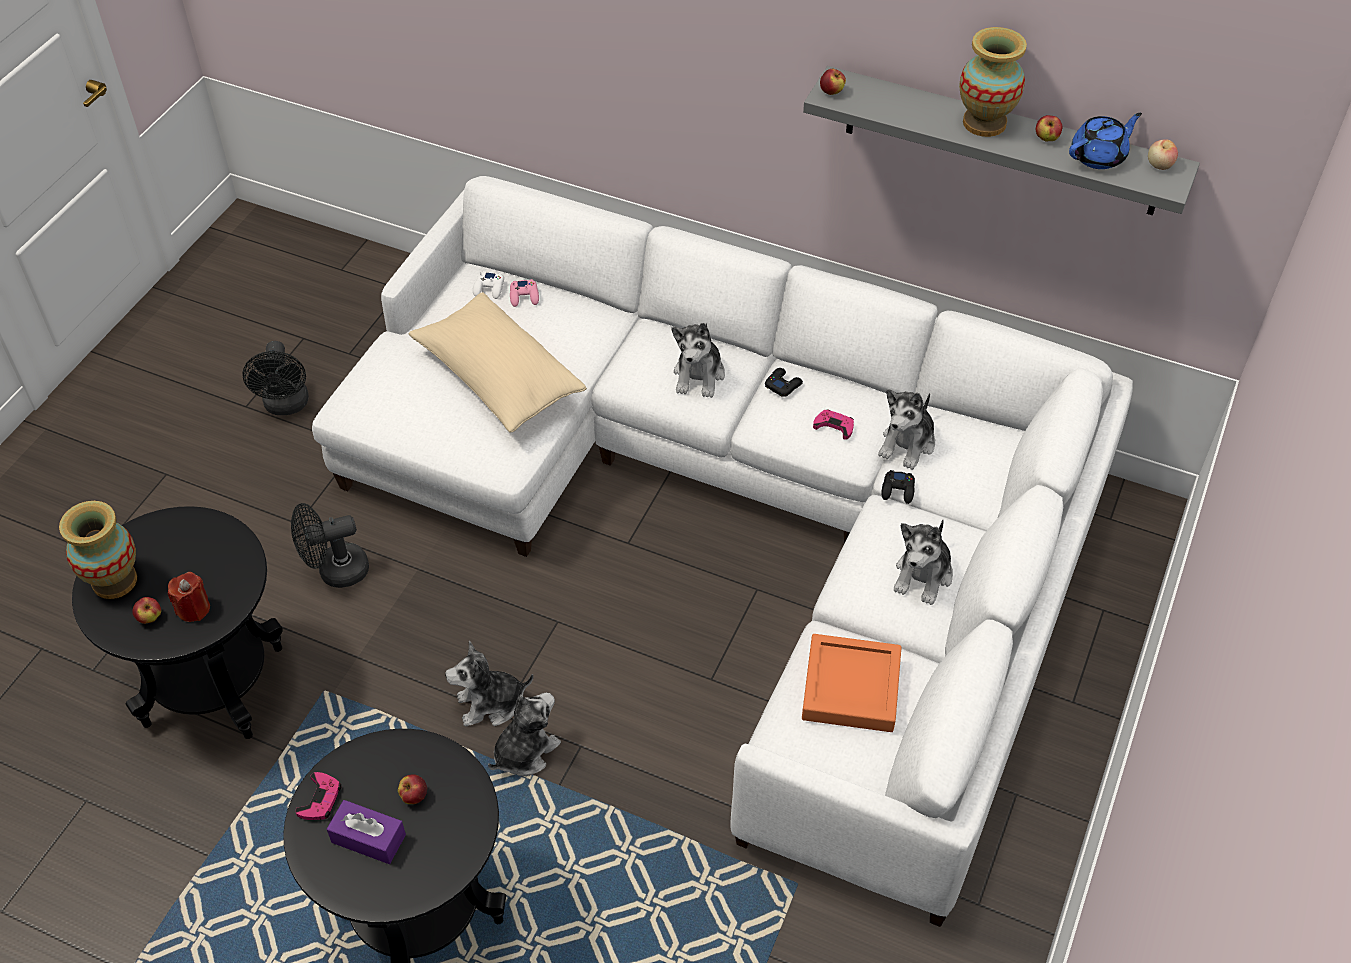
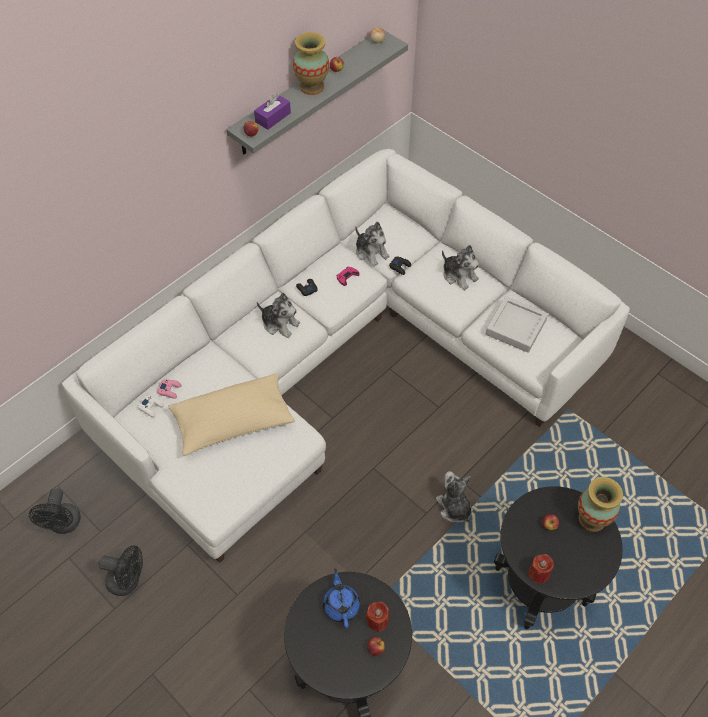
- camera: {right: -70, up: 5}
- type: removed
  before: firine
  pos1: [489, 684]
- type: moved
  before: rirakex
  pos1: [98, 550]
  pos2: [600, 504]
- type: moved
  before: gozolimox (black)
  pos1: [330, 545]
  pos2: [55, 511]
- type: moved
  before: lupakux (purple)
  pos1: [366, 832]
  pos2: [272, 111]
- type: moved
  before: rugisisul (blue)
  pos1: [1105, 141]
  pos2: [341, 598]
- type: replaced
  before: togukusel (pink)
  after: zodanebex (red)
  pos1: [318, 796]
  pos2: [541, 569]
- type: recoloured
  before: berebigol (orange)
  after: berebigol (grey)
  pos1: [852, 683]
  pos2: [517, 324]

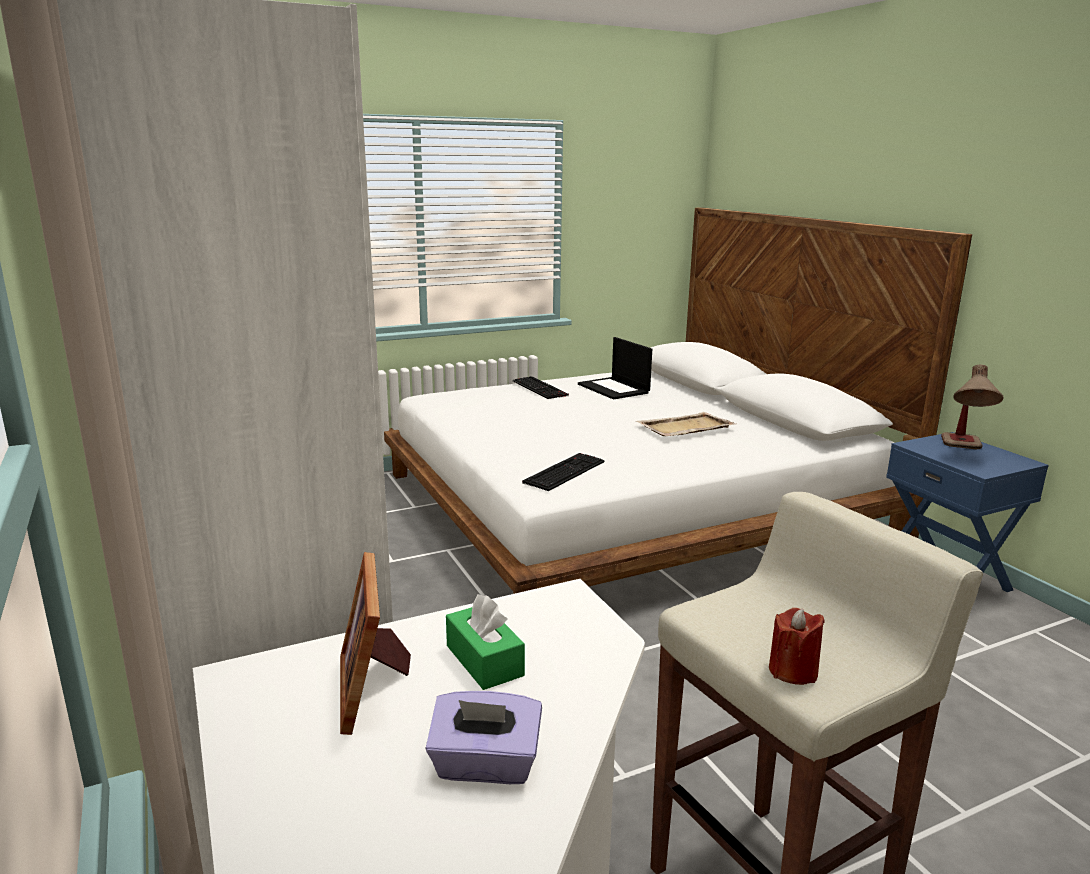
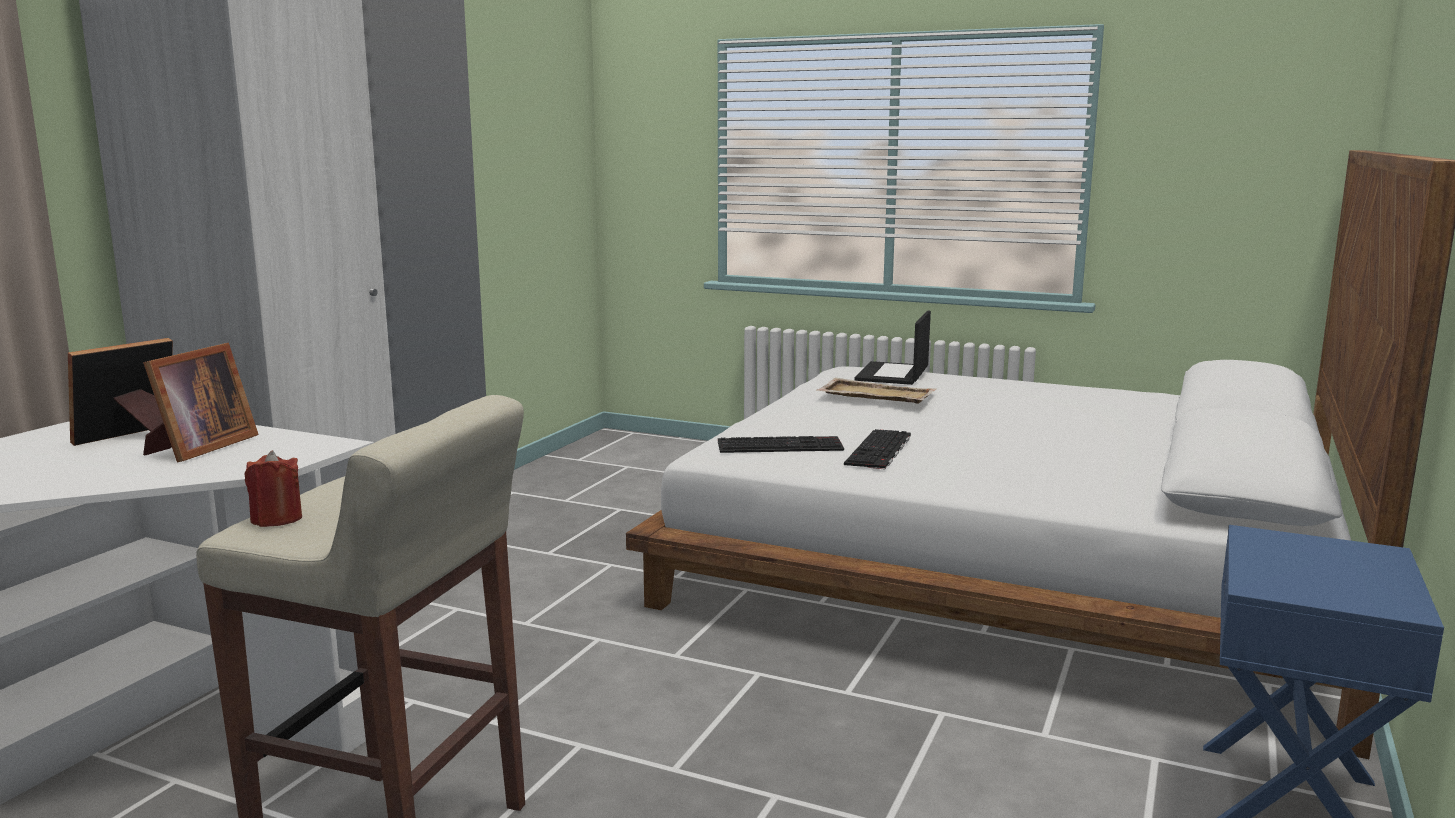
- camera: {right: 50, up: -5}
- type: removed
  before: lupakux (purple)
  pos1: [483, 737]
- type: removed
  before: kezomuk
  pos1: [972, 407]
- type: moved
  before: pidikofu
  pos1: [541, 387]
  pos2: [877, 449]
- type: moved
  before: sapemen
  pos1: [615, 368]
  pos2: [893, 347]
- type: moved
  before: berebigol (beige)
  pos1: [686, 424]
  pos2: [876, 391]
- type: replaced
  before: lupakux (green)
  after: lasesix
  pos1: [485, 642]
  pos2: [201, 402]

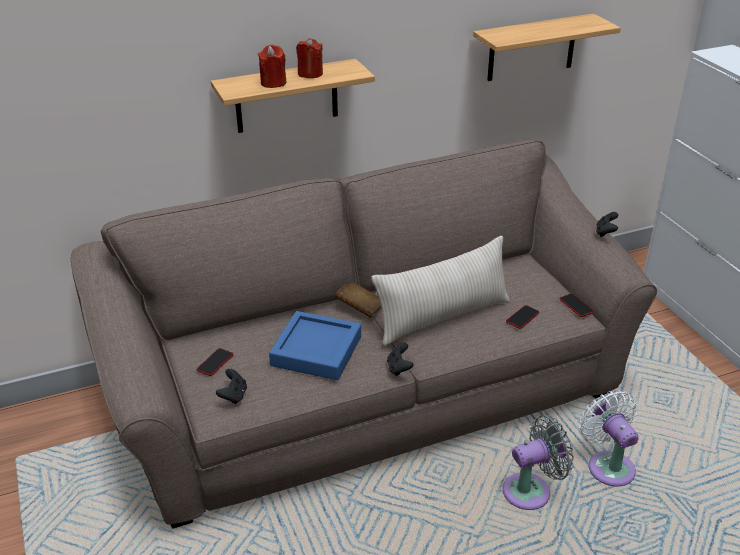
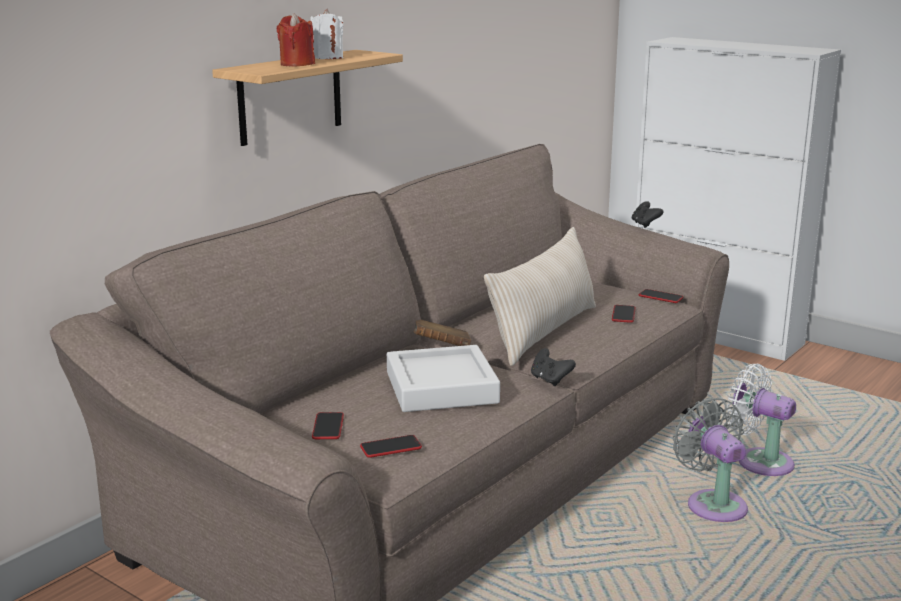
- camera: {right: -30, up: -15}
- type: removed
  before: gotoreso
  pos1: [547, 47]
- type: replaced
  before: togukusel (black)
  after: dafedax
  pos1: [231, 386]
  pos2: [391, 446]
- type: recoloured
  before: berebigol (blue)
  after: berebigol (grey)
  pos1: [315, 345]
  pos2: [443, 378]
- type: recoloured
  before: zodanebex (red)
  after: zodanebex (white)
  pos1: [309, 58]
  pos2: [326, 34]
- type: turned
  before: gozolimox (grey)
  pos1: [538, 462]
  pos2: [710, 460]
  turn: -60

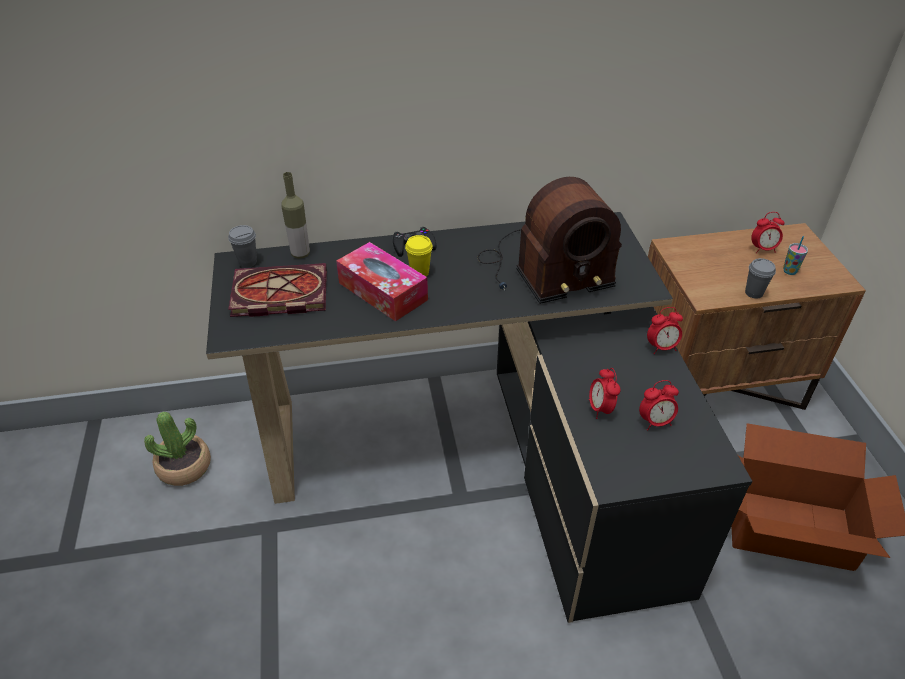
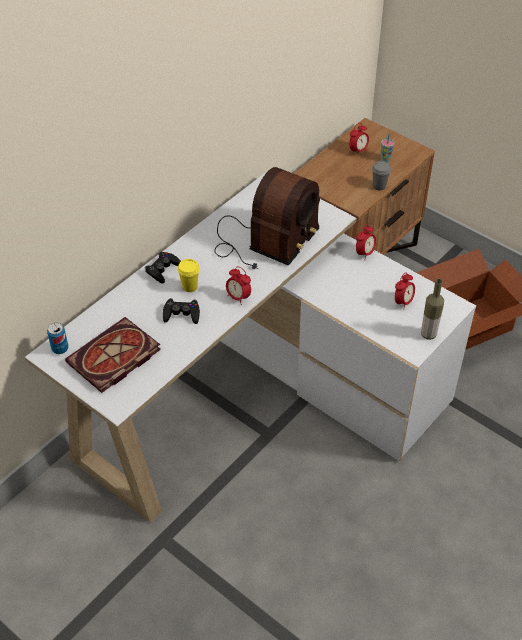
- camera: {right: -40, up: 5}
- type: removed
  before: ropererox
  pos1: [177, 449]
- type: moved
  before: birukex
  pos1: [295, 215]
  pos2: [432, 309]
- type: moved
  before: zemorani
  pos1: [605, 393]
  pos2: [238, 285]
- type: replaced
  before: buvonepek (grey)
  after: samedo
  pos1: [242, 246]
  pos2: [57, 338]
- type: replaced
  before: lupakux
  after: togukusel (black)
  pos1: [382, 281]
  pos2: [181, 311]
- type: recoloured
  before: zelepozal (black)
  after: zelepozal (white)
  pos1: [479, 417]
  pos2: [250, 347]

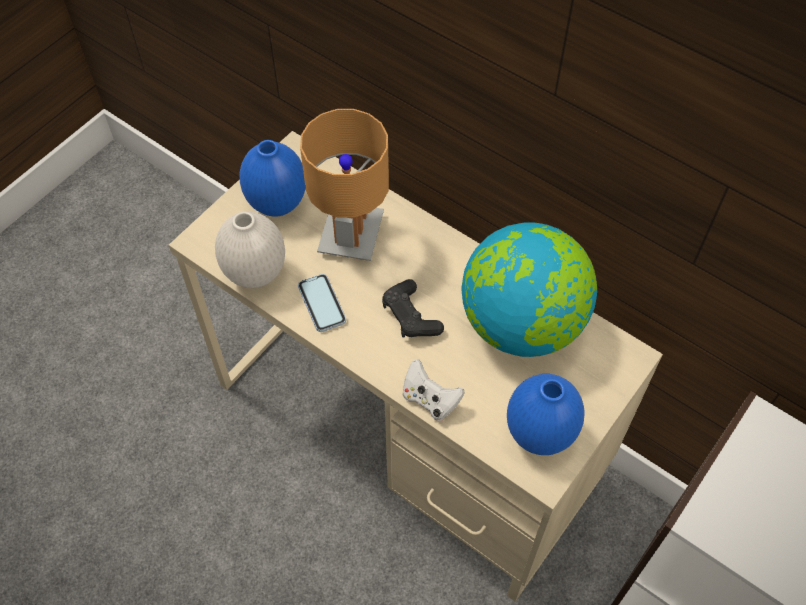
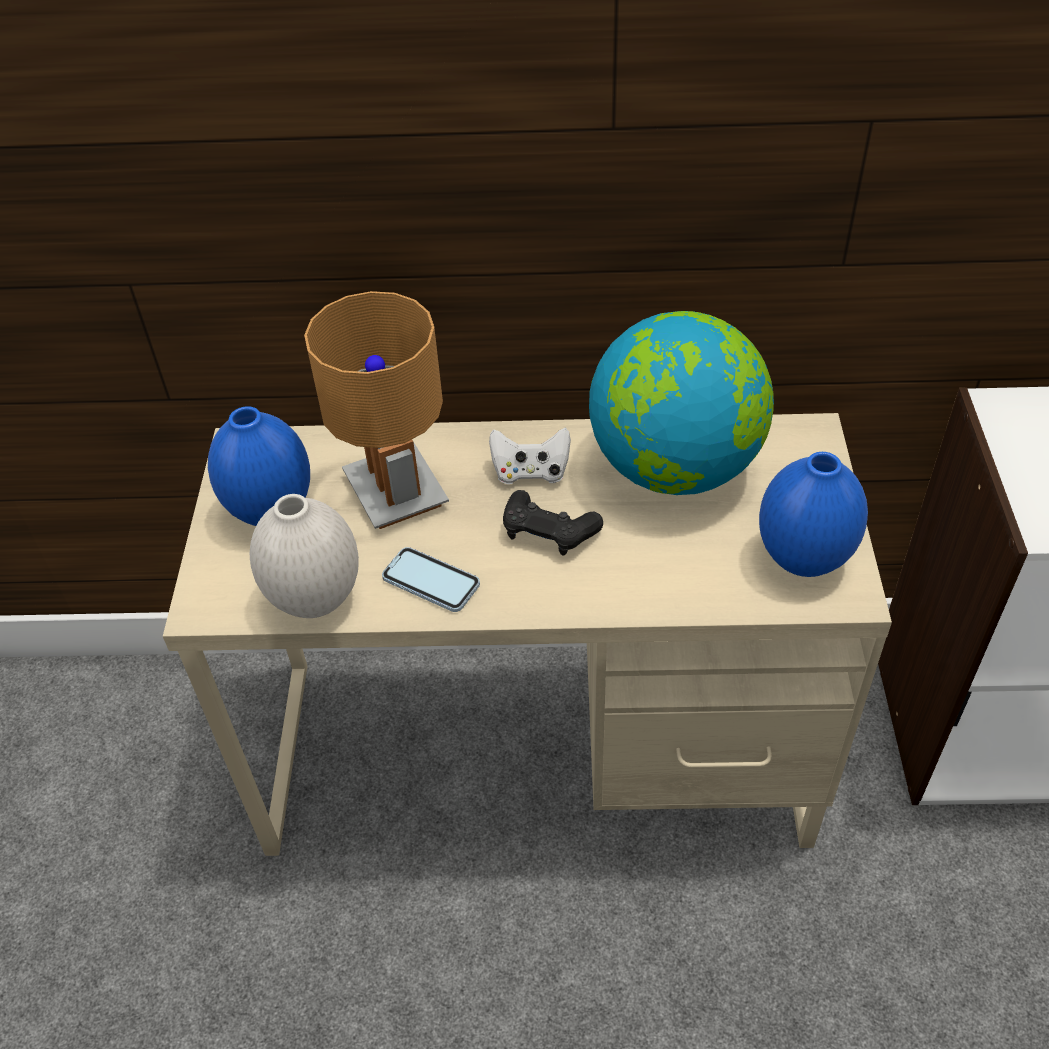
- camera: {right: -35, up: -10}
- type: moved
  before: togukusel (white)
  pos1: [434, 390]
  pos2: [530, 456]

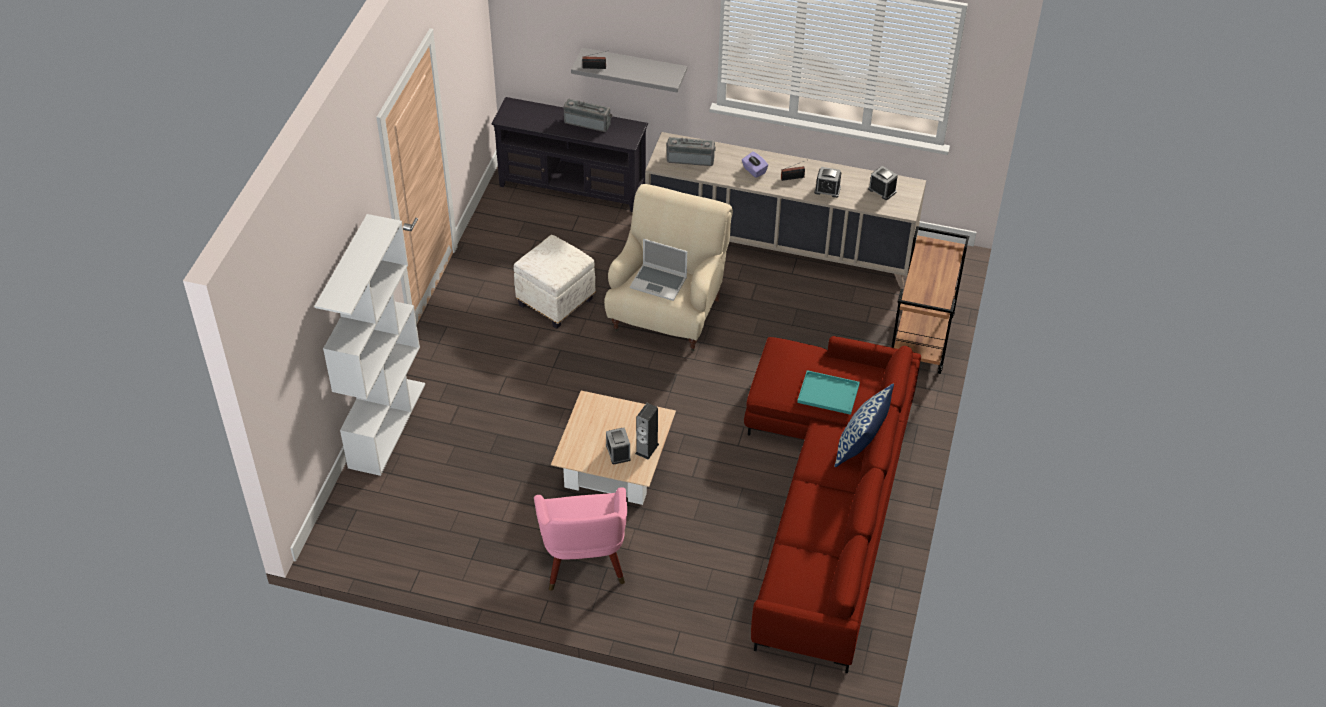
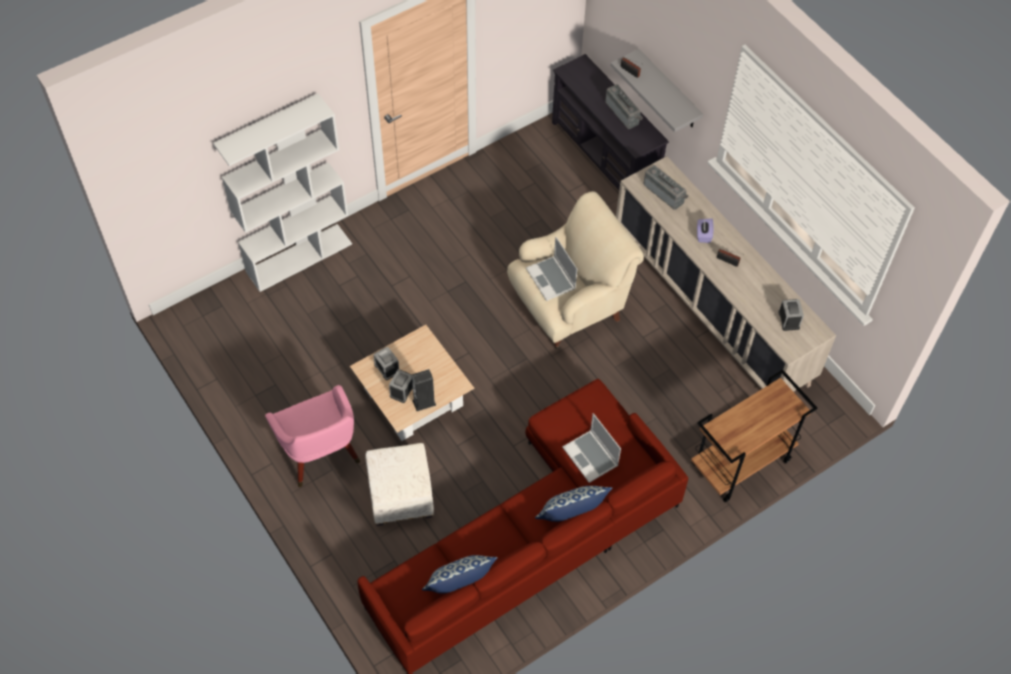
- camera: {right: 40, up: 10}
- type: added
  after: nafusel
  pos2: [459, 574]
- type: moved
  before: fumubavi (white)
  pos1: [554, 282]
  pos2: [399, 484]
- type: moved
  before: zemorani
  pos1: [827, 182]
  pos2: [386, 363]
- type: replaced
  before: berebigol (turquoise)
  after: sapemen
  pos1: [828, 392]
  pos2: [591, 448]
- type: turned
  before: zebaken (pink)
  pos1: [580, 539]
  pos2: [312, 436]
  turn: -60

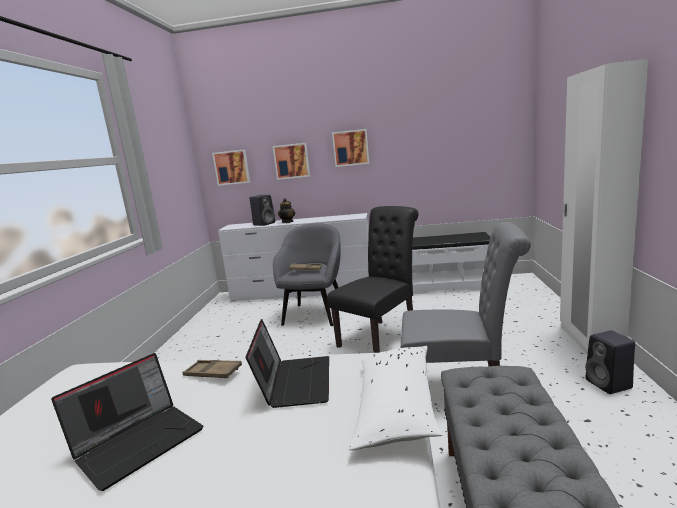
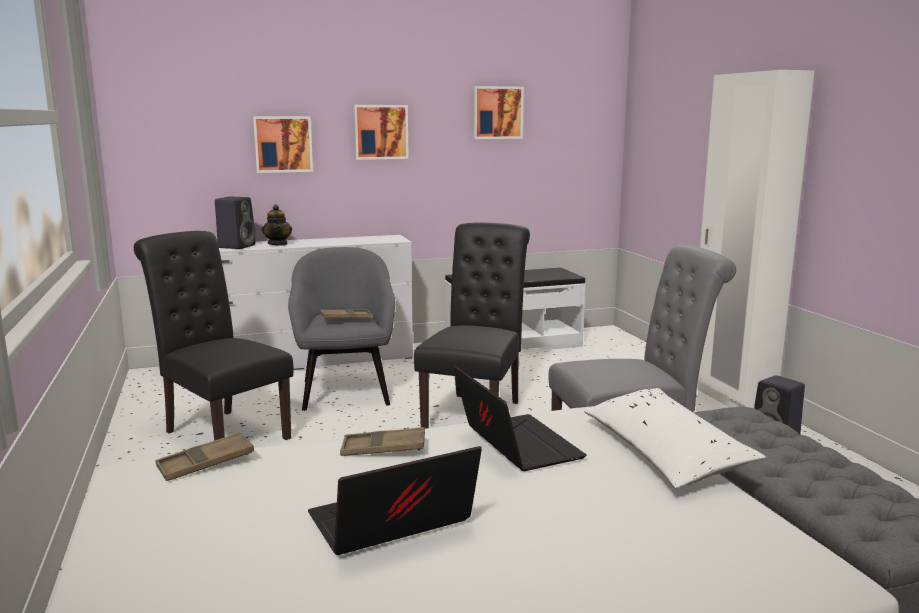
- camera: {right: -25, up: 0}
- type: added
  after: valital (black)
  pos2: [214, 336]
- type: added
  after: berebigol (brown)
  pos2: [204, 456]
- type: moved
  before: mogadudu
  pos1: [231, 167]
  pos2: [498, 112]
- type: turned
  before: sapemen
  pos1: [127, 422]
  pos2: [395, 500]
  turn: -135

